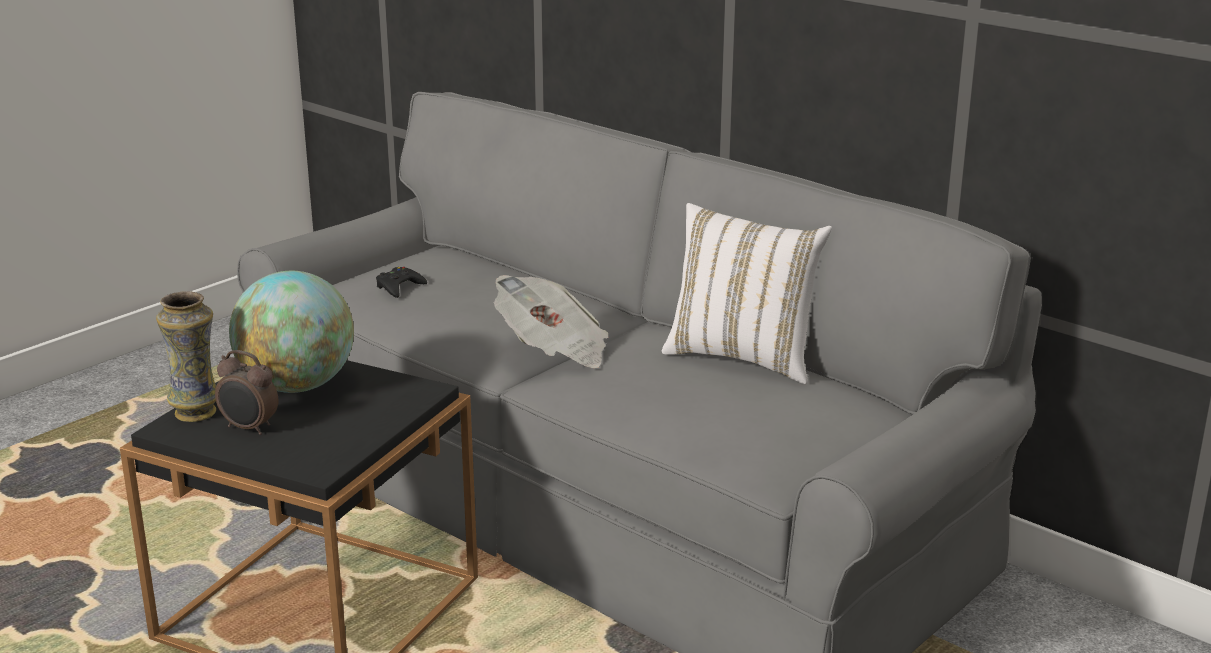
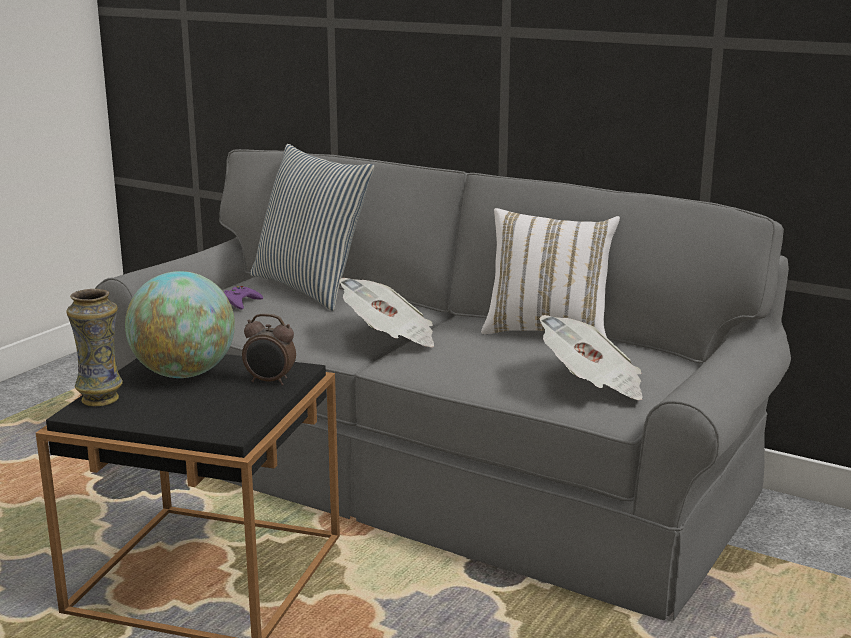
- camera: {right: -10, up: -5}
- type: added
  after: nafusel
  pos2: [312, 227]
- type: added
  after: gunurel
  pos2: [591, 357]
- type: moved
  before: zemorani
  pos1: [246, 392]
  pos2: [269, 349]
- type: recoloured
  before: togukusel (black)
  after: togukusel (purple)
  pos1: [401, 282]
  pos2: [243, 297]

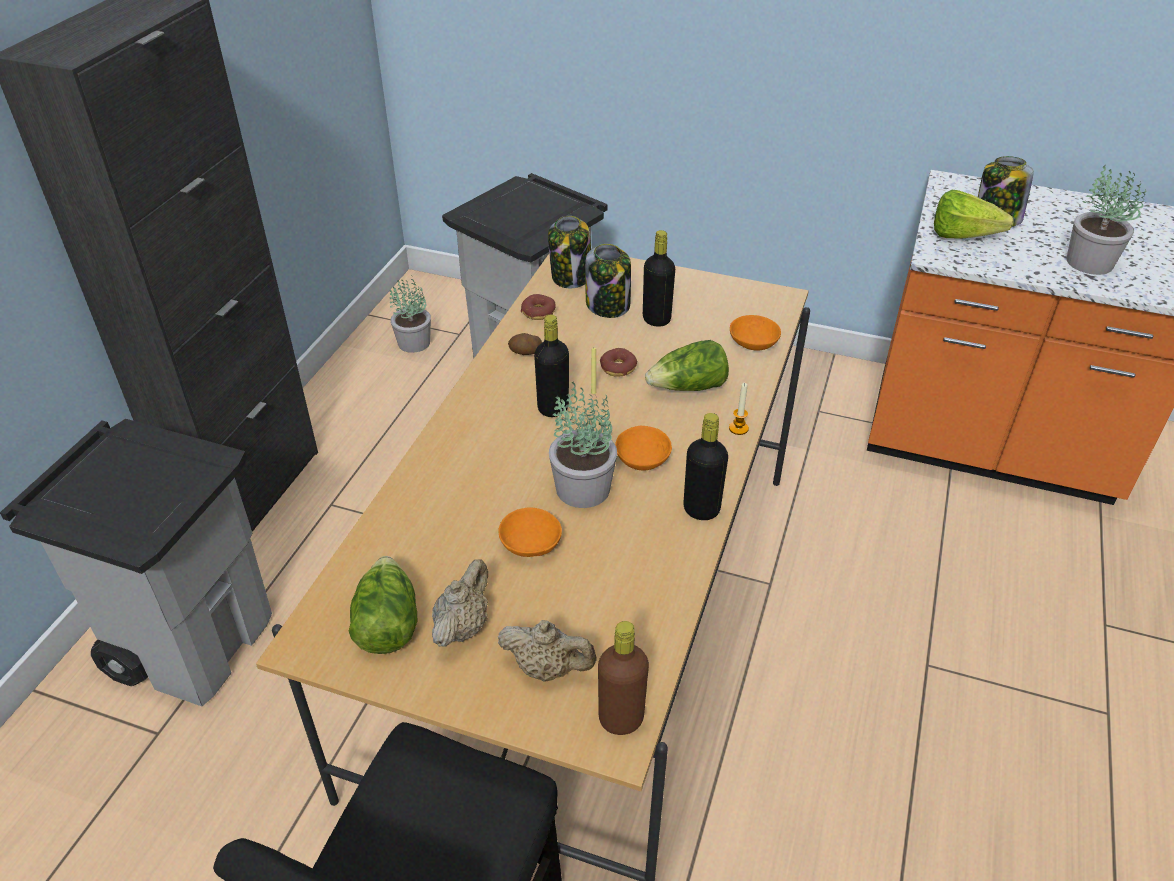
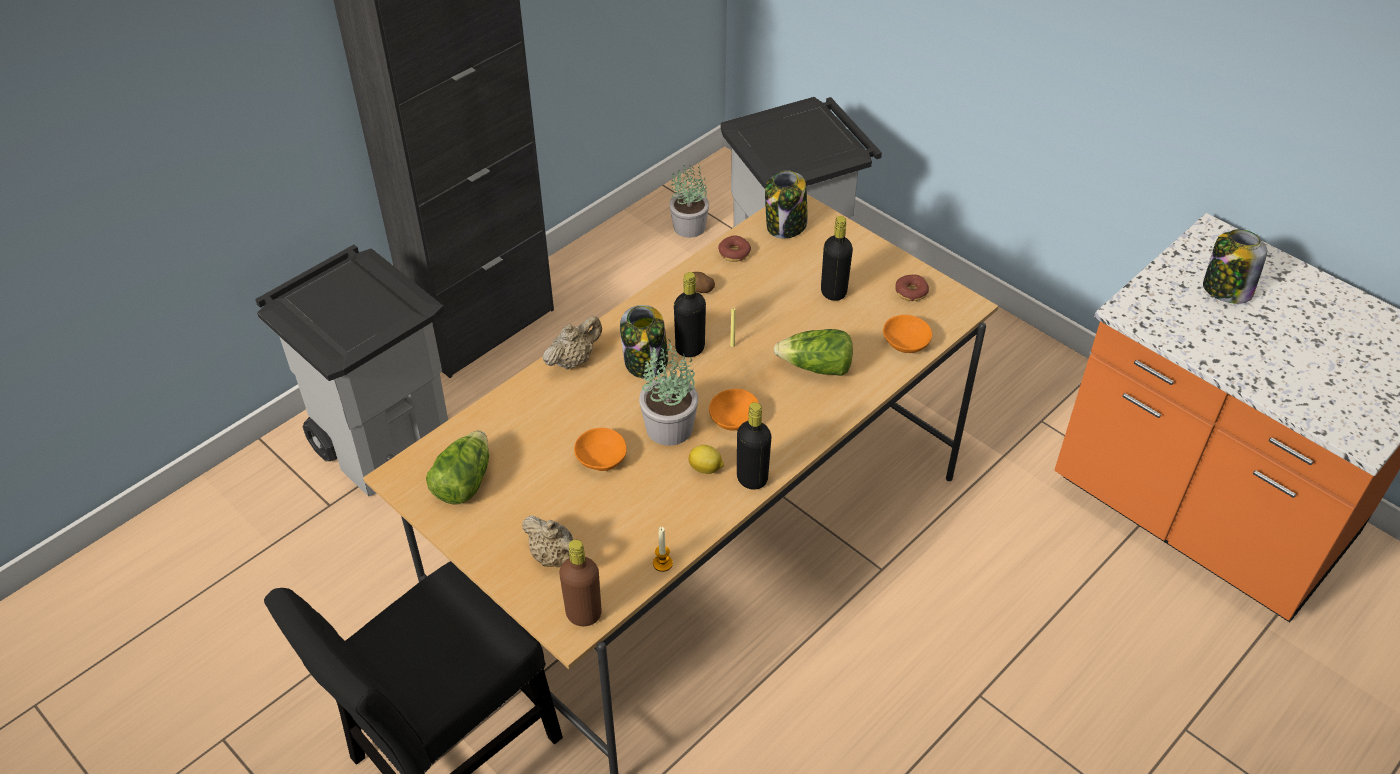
- camera: {right: 25, up: 5}
- type: removed
  before: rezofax
  pos1: [974, 214]
- type: removed
  before: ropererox
  pos1: [1106, 220]
- type: added
  after: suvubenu
  pos2: [706, 459]
- type: moved
  before: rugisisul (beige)
  pos1: [460, 603]
  pos2: [572, 343]
- type: moved
  before: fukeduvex
  pos1: [608, 281]
  pos2: [644, 342]
- type: moved
  before: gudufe
  pos1: [618, 362]
  pos2: [912, 288]
- type: moved
  before: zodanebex
  pos1: [739, 409]
  pos2: [663, 549]

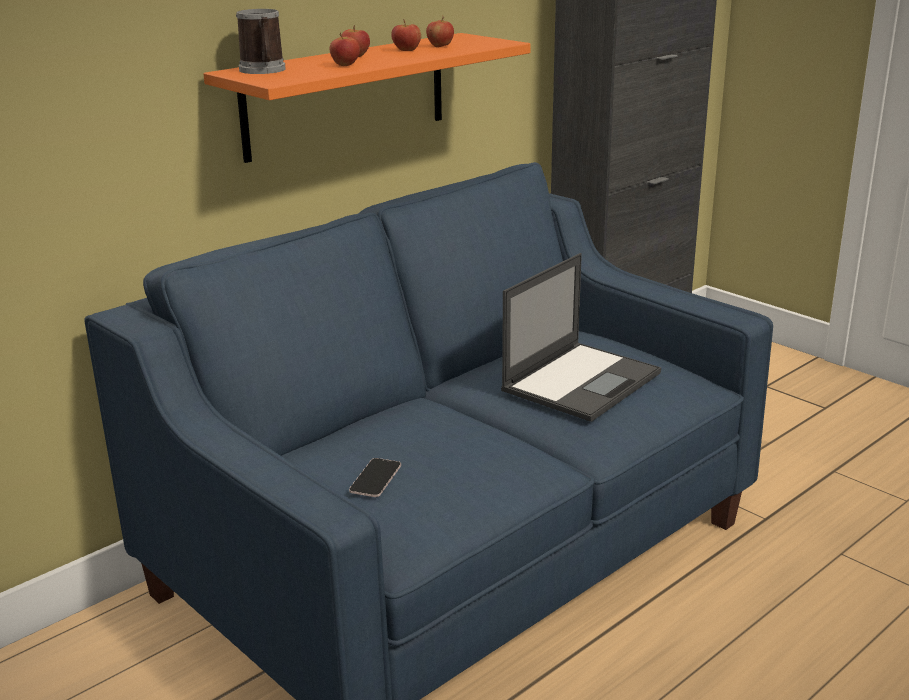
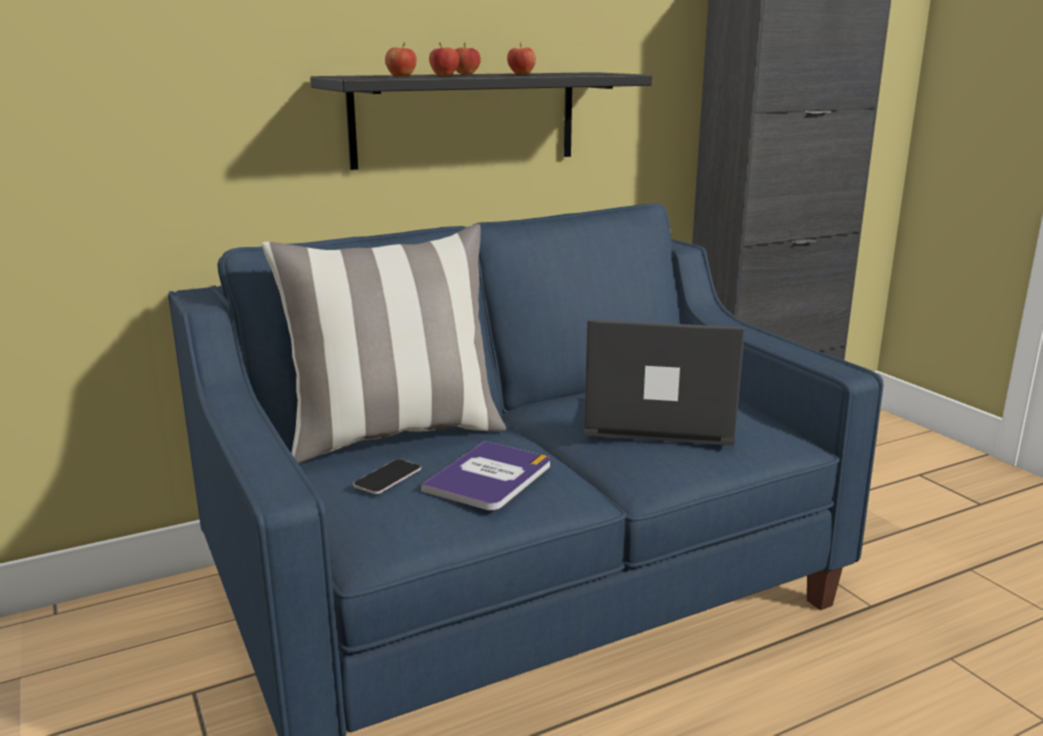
- camera: {right: 15, up: -5}
- type: removed
  before: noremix
  pos1: [261, 41]
- type: added
  after: nafusel
  pos2: [384, 343]
- type: added
  after: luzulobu
  pos2: [485, 475]
- type: moved
  before: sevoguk
  pos1: [440, 31]
  pos2: [401, 59]
- type: recoloured
  before: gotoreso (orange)
  after: gotoreso (black)
  pos1: [367, 98]
  pos2: [481, 121]
- type: turned
  before: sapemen
  pos1: [581, 337]
  pos2: [664, 383]
  turn: -135

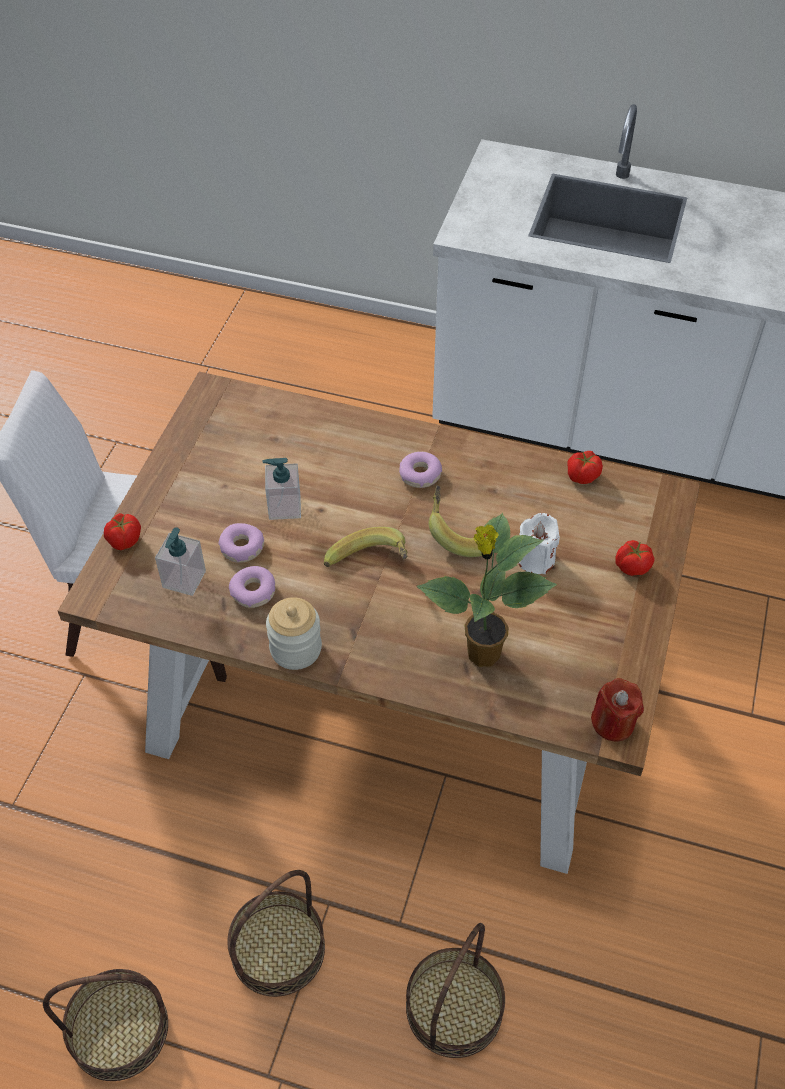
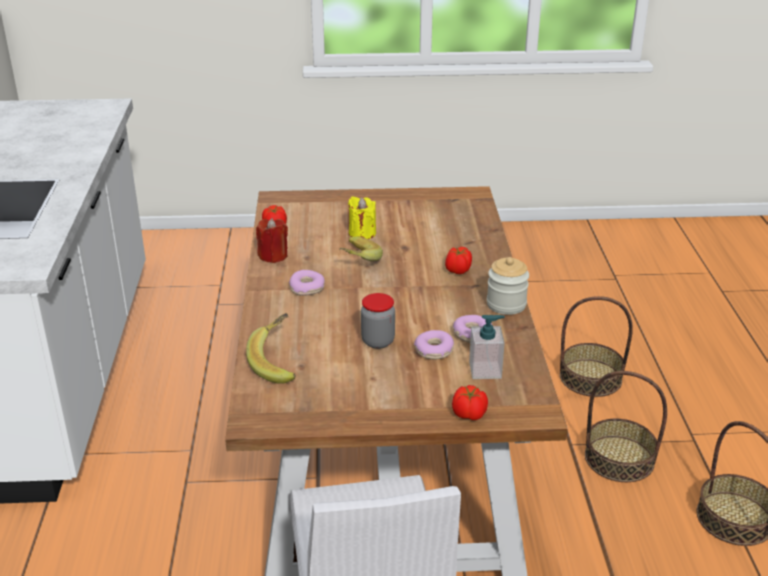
- camera: {right: -110, up: -20}
- type: removed
  before: ropererox
  pos1: [487, 590]
- type: moved
  before: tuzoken
  pos1: [365, 547]
  pos2: [271, 348]
- type: moved
  before: zodanebex (red)
  pos1: [617, 709]
  pos2: [272, 240]
- type: moved
  before: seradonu
  pos1: [635, 558]
  pos2: [458, 260]
- type: replaced
  before: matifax
  after: fukeduvex
  pos1: [282, 489]
  pos2: [378, 321]
- type: recoloured
  before: zodanebex (white)
  after: zodanebex (yellow)
  pos1: [539, 543]
  pos2: [362, 218]

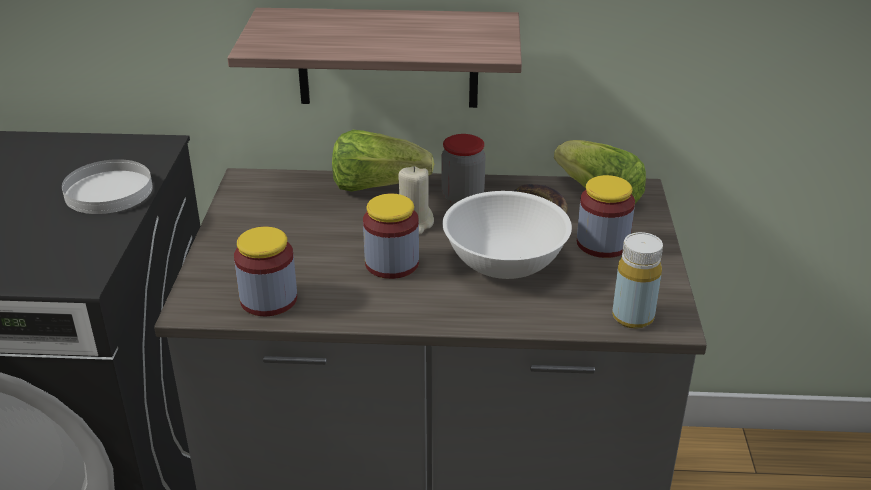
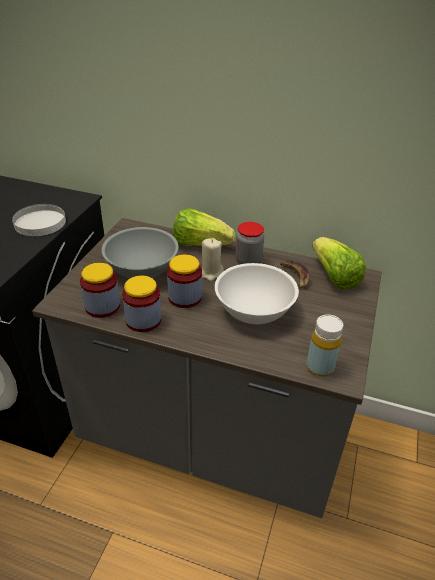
- camera: {right: 15, up: 5}
- type: removed
  before: gotoreso
  pos1: [374, 58]
- type: added
  after: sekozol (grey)
  pos2: [140, 253]
- type: moved
  before: fukeduvex
  pos1: [606, 216]
  pos2: [141, 304]

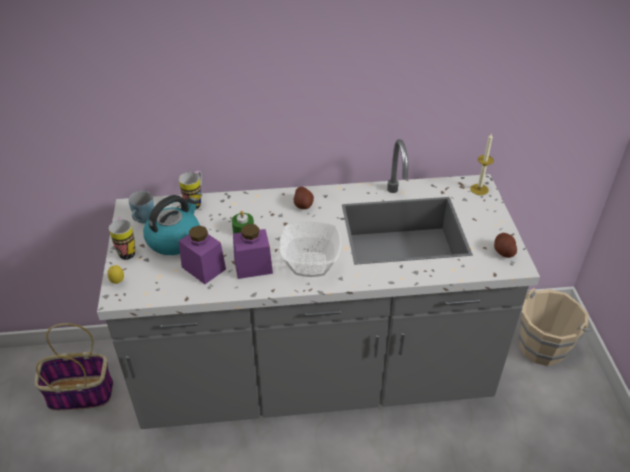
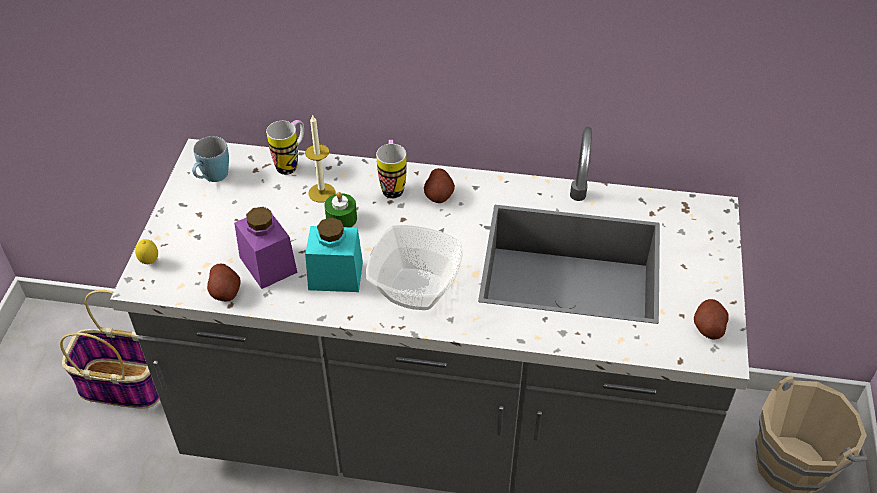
- camera: {right: 15, up: 5}
- type: removed
  before: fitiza
  pos1: [171, 225]
- type: added
  after: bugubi
  pos2: [224, 282]
- type: moved
  before: noremix
  pos1: [122, 238]
  pos2: [391, 169]
- type: moved
  before: zodanebex
  pos1: [482, 164]
  pos2: [320, 158]
- type: recoloured
  before: fukeduvex (purple)
  after: fukeduvex (turquoise)
  pos1: [253, 251]
  pos2: [334, 254]

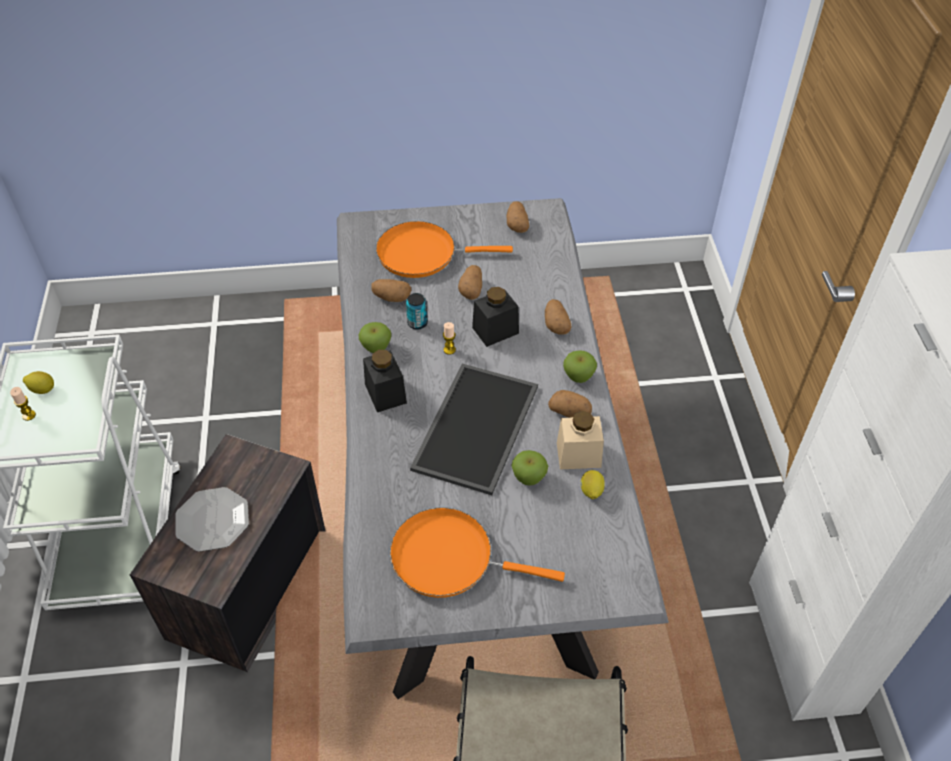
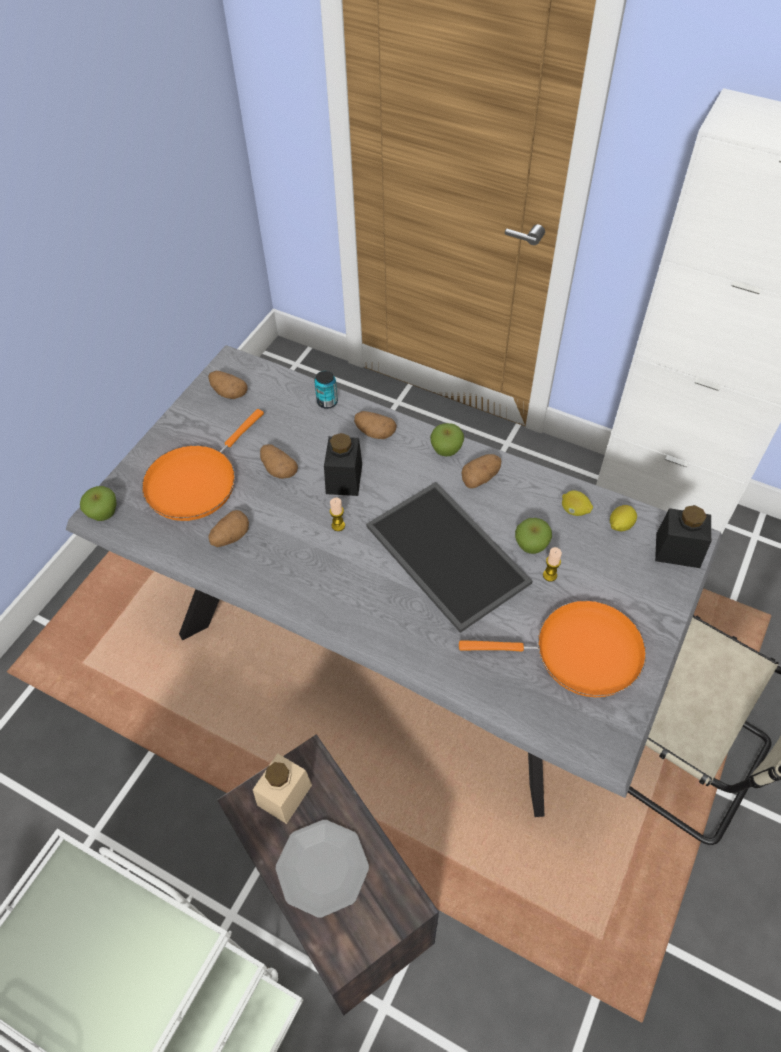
- camera: {right: -55, up: 5}
- type: moved
  before: zodanebex
  pos1: [23, 404]
  pos2: [552, 564]
- type: moved
  before: suvubenu
  pos1: [38, 382]
  pos2: [623, 518]
- type: moved
  before: sevoguk
  pos1: [375, 337]
  pos2: [98, 503]
- type: moved
  before: fukeduvex (black)
  pos1: [385, 381]
  pos2: [683, 536]
- type: moved
  before: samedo
  pos1: [417, 311]
  pos2: [326, 390]
- type: moved
  before: fukeduvex (beige)
  pos1: [580, 440]
  pos2: [282, 788]
- type: turned
  before: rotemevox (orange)
  pos1: [477, 552]
  pos2: [552, 648]
  turn: -135

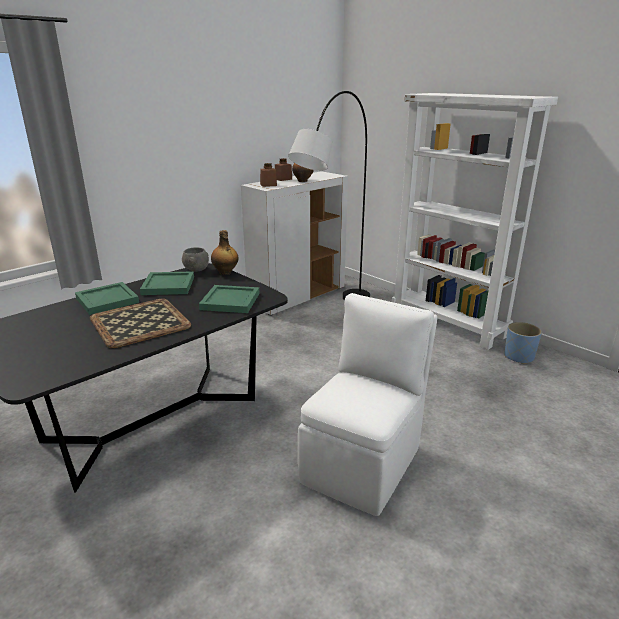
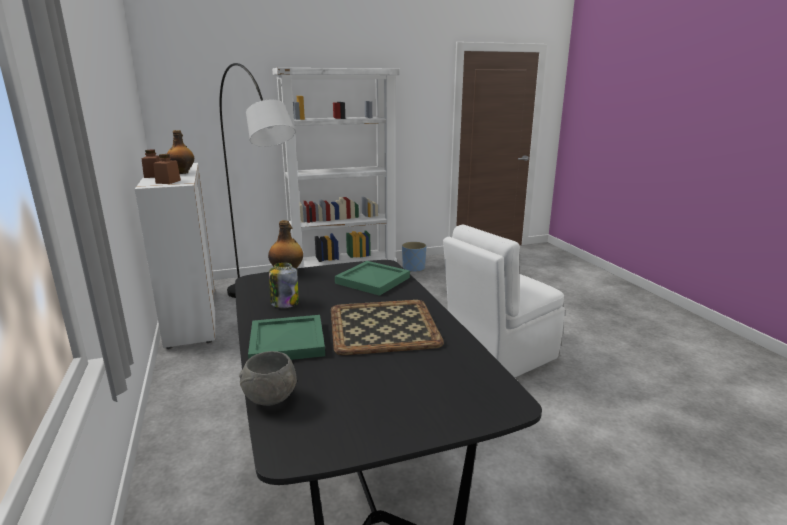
- camera: {right: -65, up: -5}
- type: moved
  before: sekozol (grey)
  pos1: [195, 259]
  pos2: [268, 378]
- type: replaced
  before: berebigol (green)
  after: fukeduvex
  pos1: [167, 283]
  pos2: [284, 285]
- type: turned
  before: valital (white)
  pos1: [367, 404]
  pos2: [504, 301]
  turn: -90

